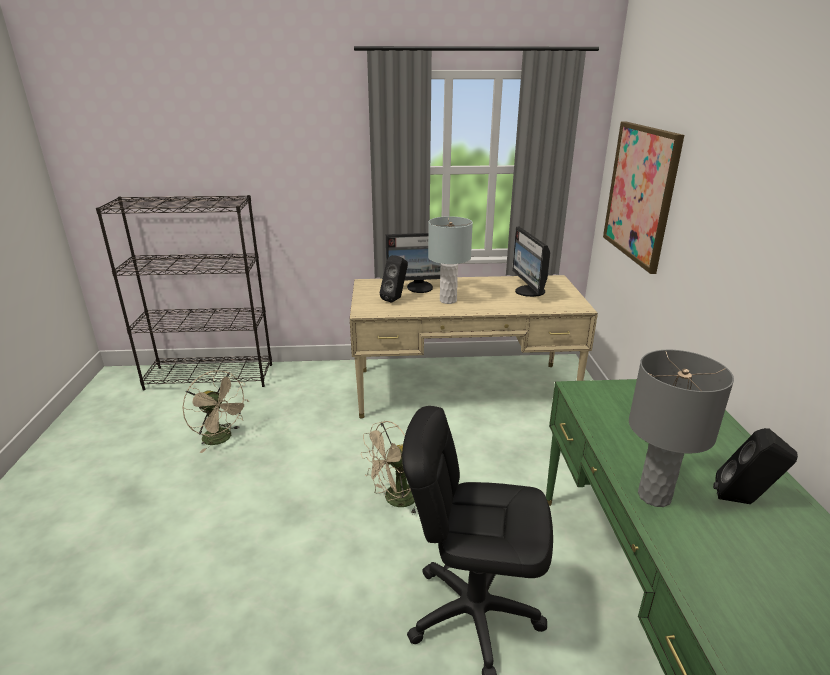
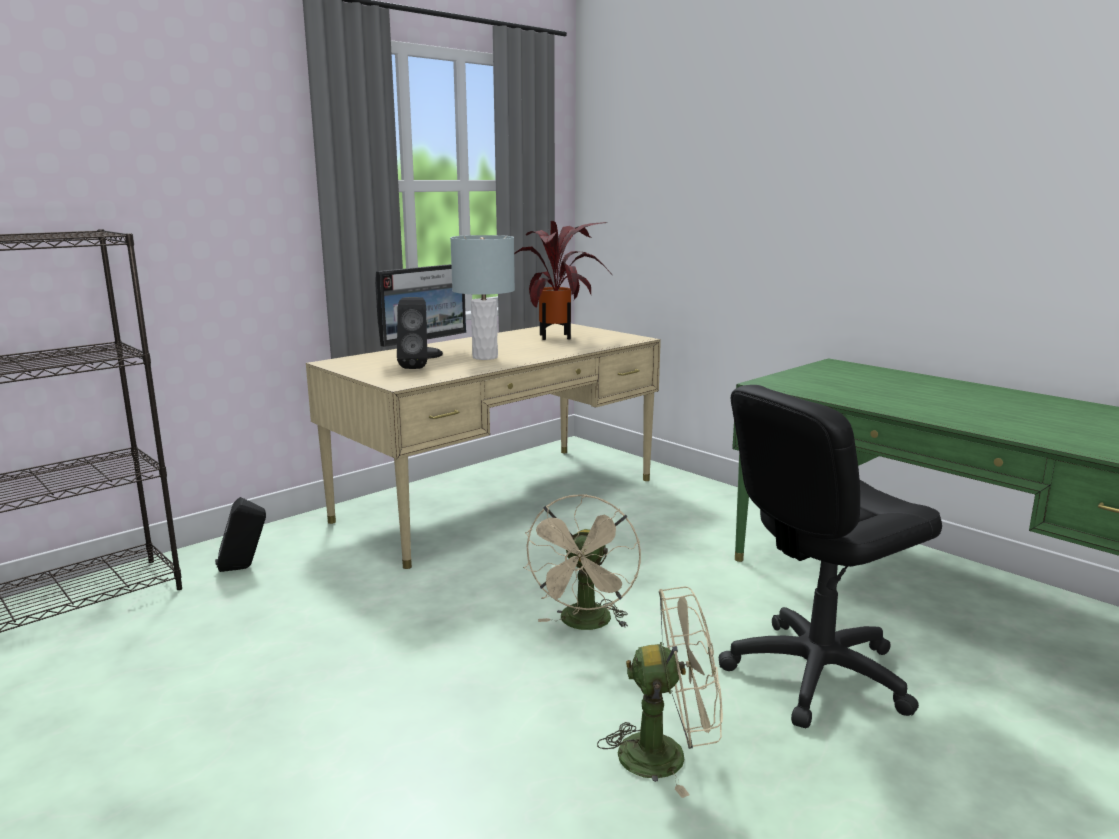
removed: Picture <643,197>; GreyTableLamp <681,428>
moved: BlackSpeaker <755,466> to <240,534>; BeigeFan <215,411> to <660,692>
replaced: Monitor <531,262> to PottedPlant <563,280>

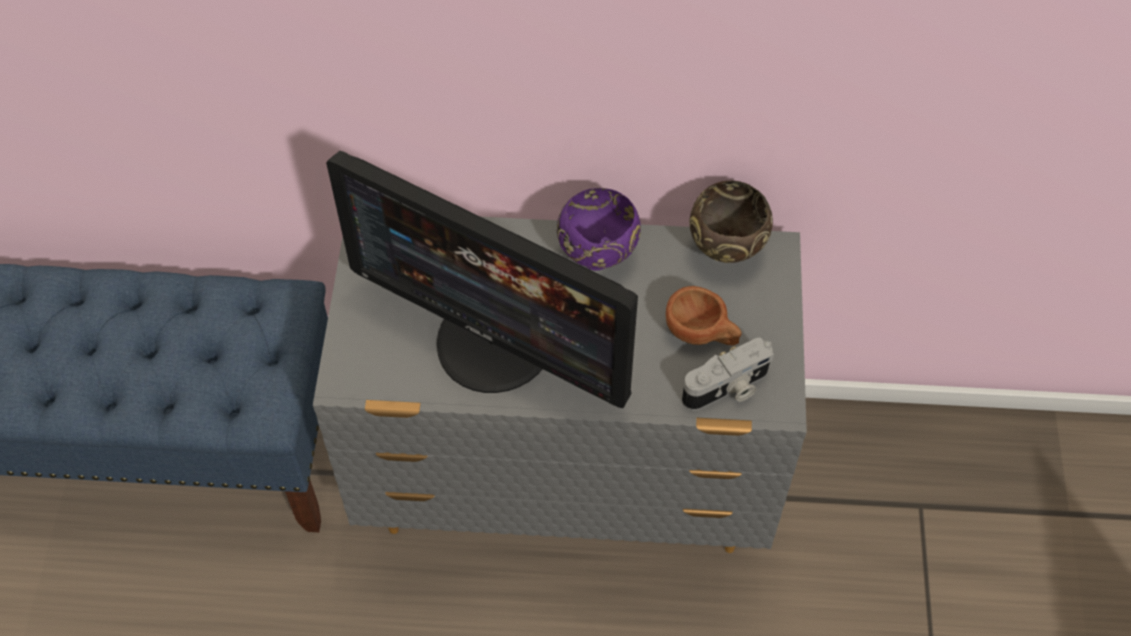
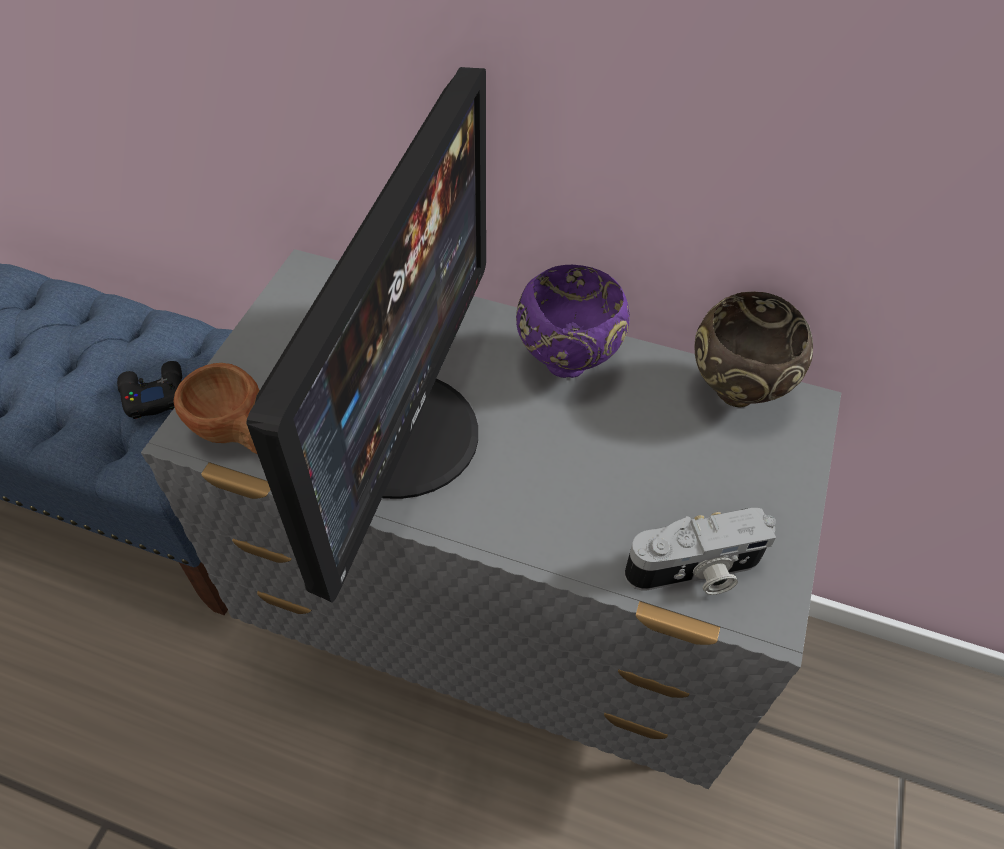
added: BlackGameController <149,390>
moved: BrownCup <704,315> to <217,408>
turned: Monitor <482,279> = <366,334> 120 degrees counterclockwise

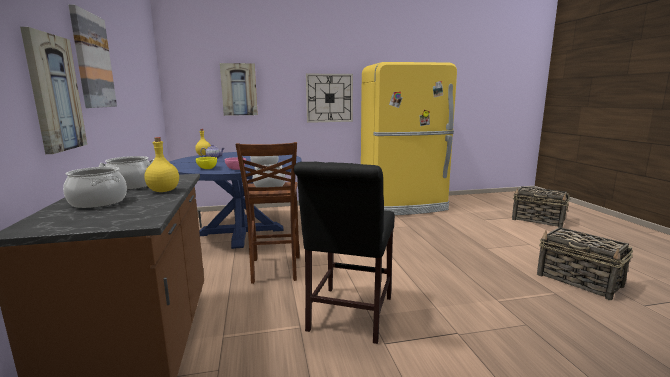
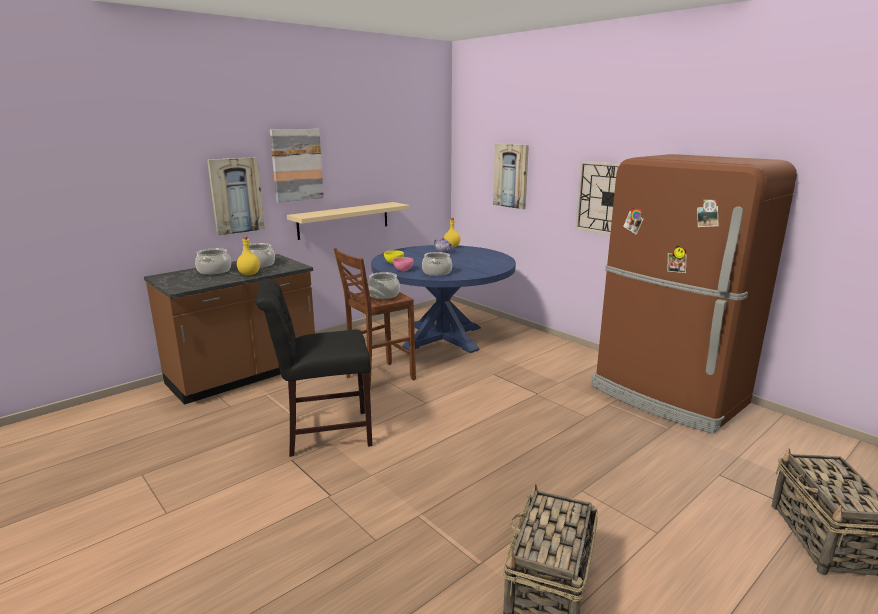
added: BeigeShelf <348,221>
recoloured: YellowFridge <409,138> to BrownFridge <694,294>

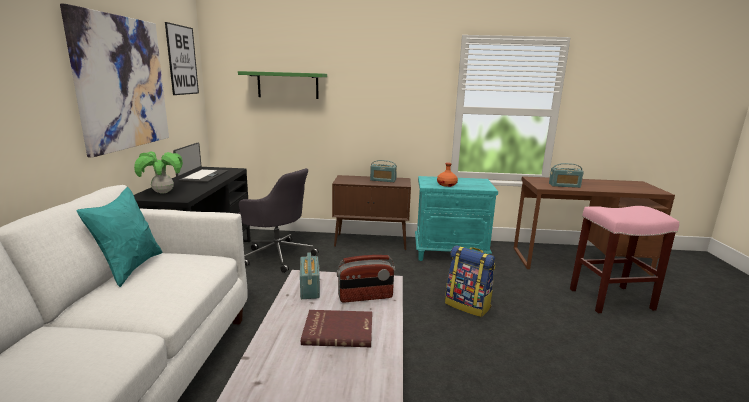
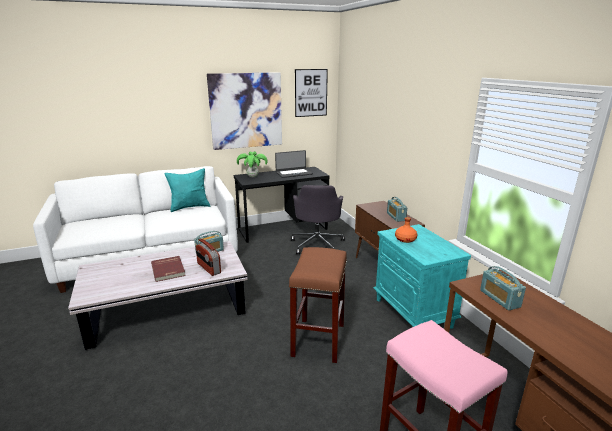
removed: GreenShelf <282,85>
replaced: Backpack <470,281> to BrownStool <318,305>

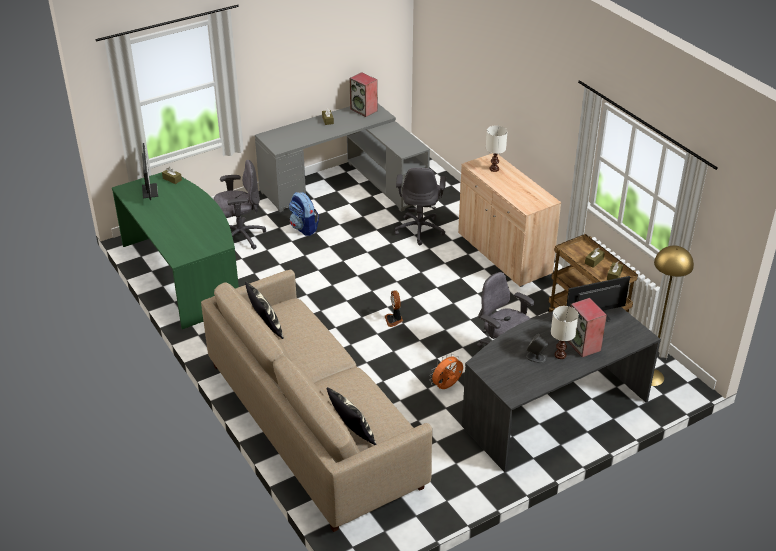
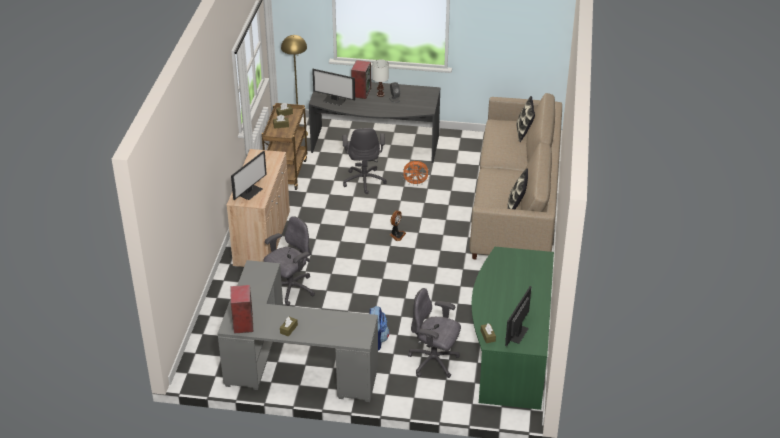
replaced: WhiteTableLamp <497,148> to Monitor <249,175>

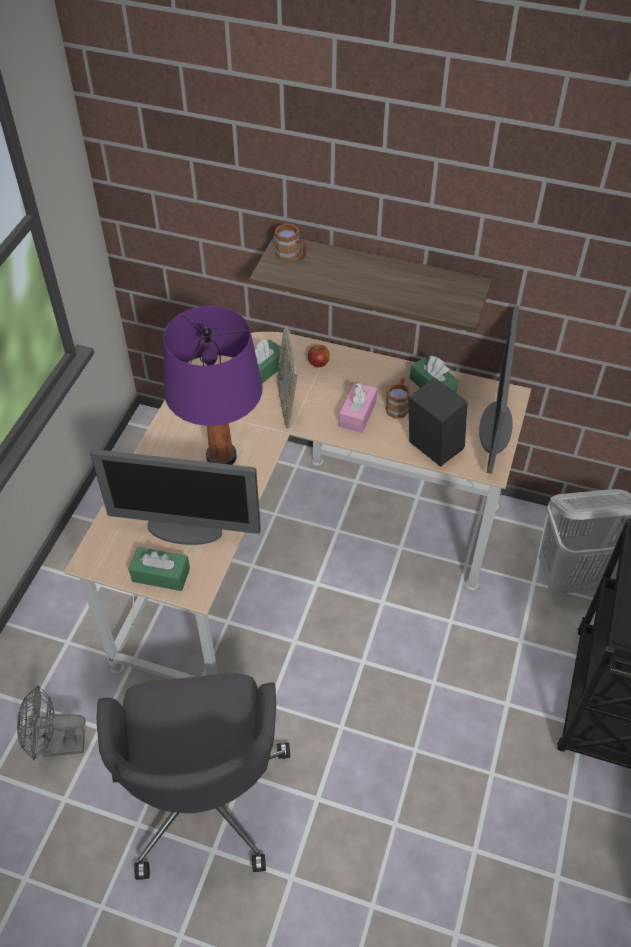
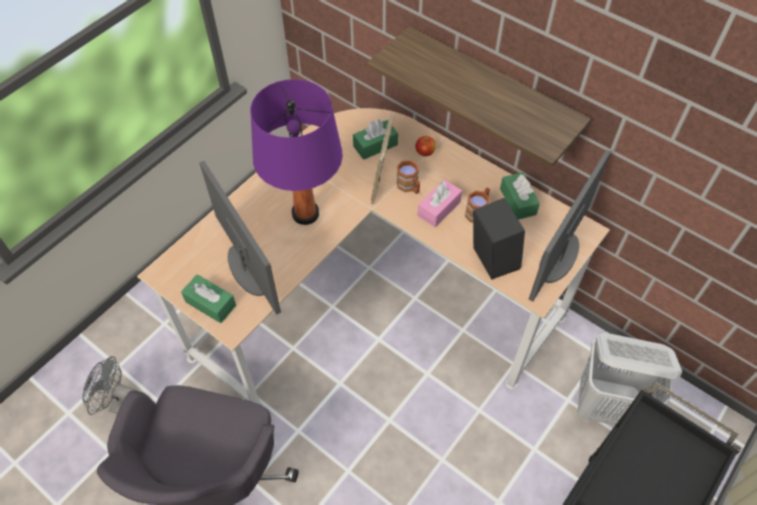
moved: BrownMug <290,242> to <408,177>
turned: Monitor <175,497> = <240,238> 150 degrees counterclockwise

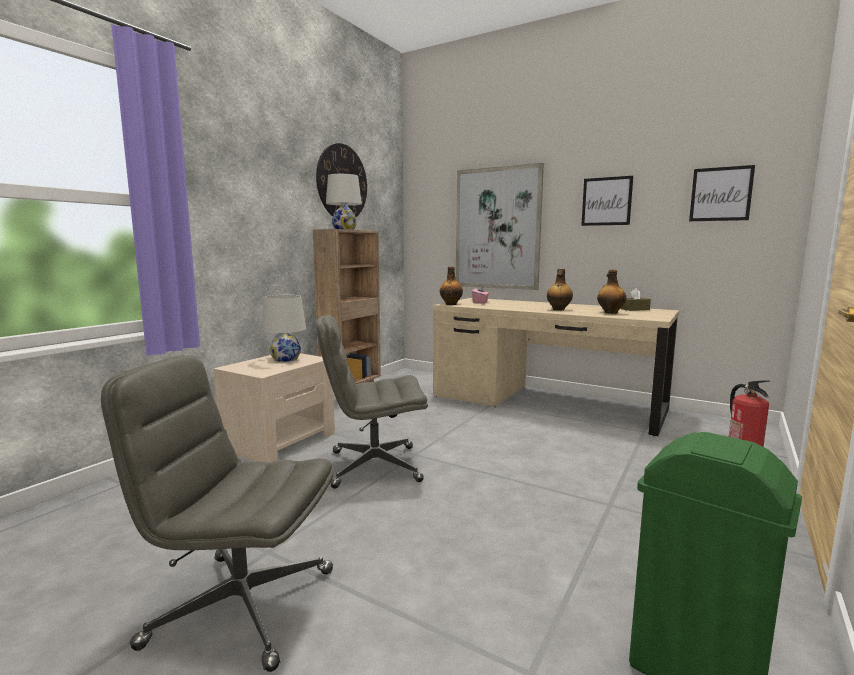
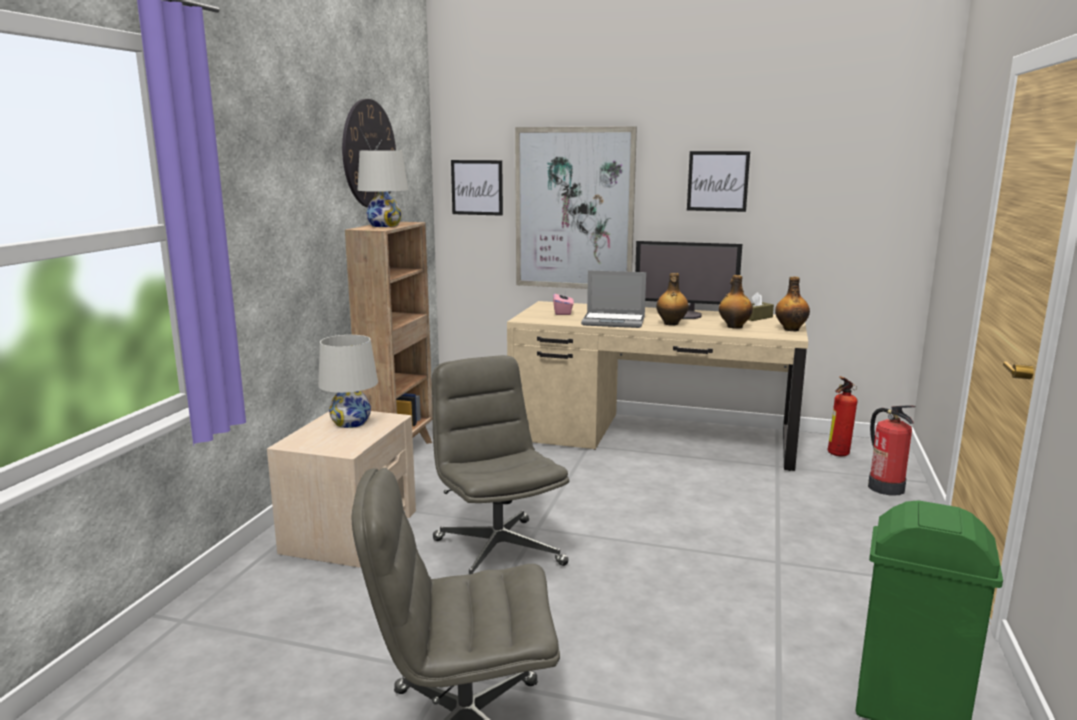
added: Laptop <613,299>; Monitor <688,280>; FireExtinguisher <842,416>
moved: Picture <722,193> to <477,188>; Bottle <451,286> to <792,304>
turned: GreyOfficeChair <372,402> = <500,464> 90 degrees clockwise

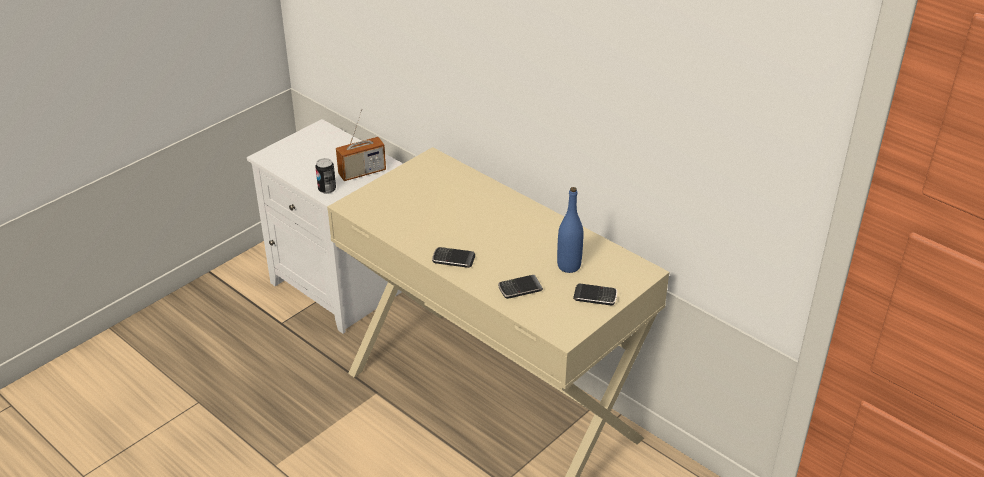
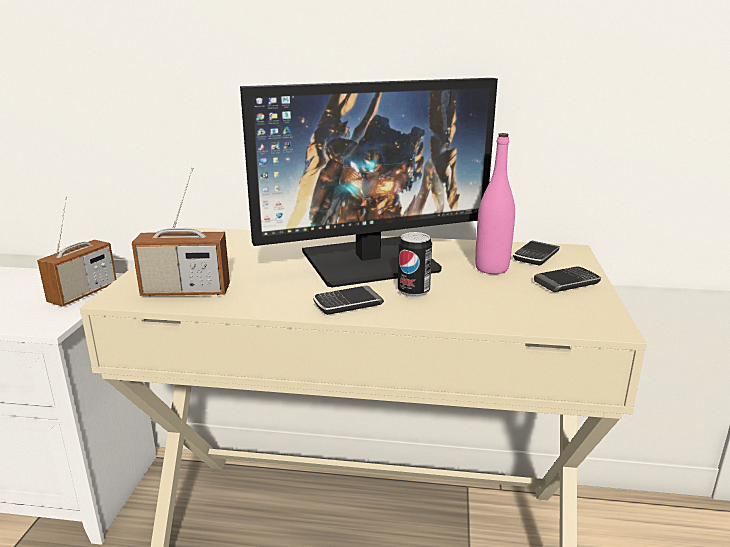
added: Radio <181,231>; Monitor <369,182>
moved: Can <325,176> to <415,264>; Phone <520,287> to <536,253>
recoloured: BlueBottle <570,230> to PinkBottle <495,203>

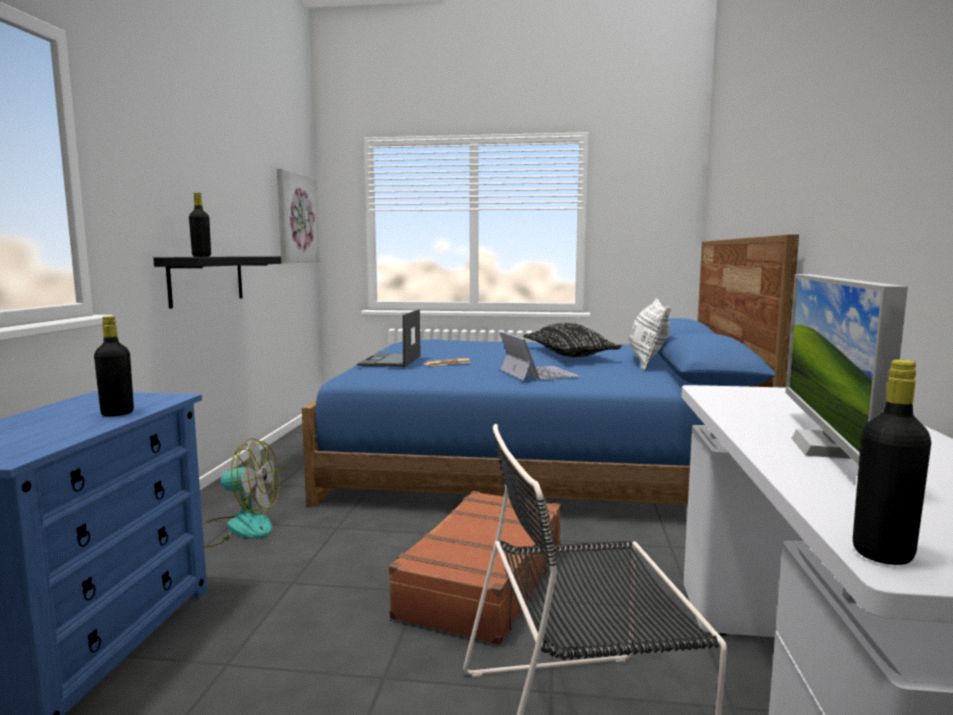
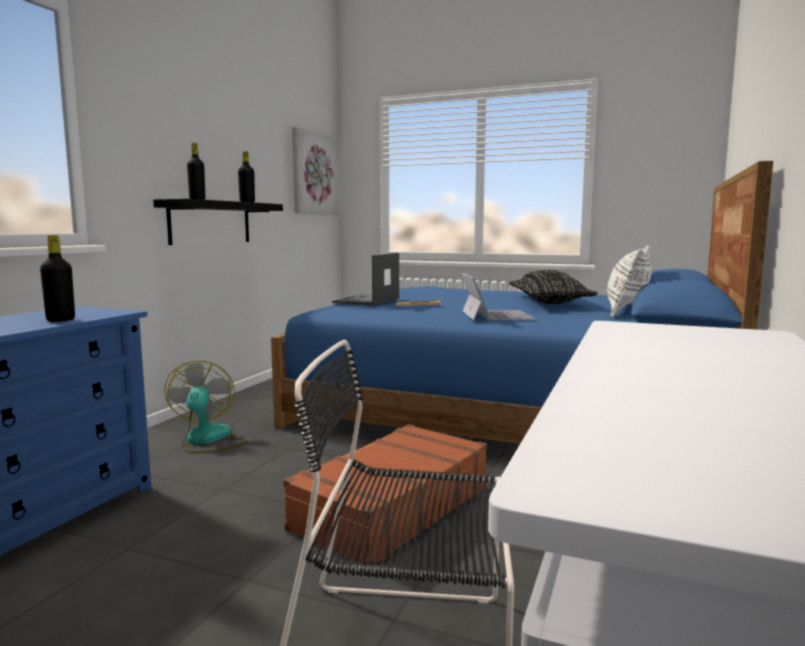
removed: Monitor <847,370>
moved: BlackBottle <892,462> to <246,176>
turned: Fan <241,492> = <206,407> 120 degrees counterclockwise

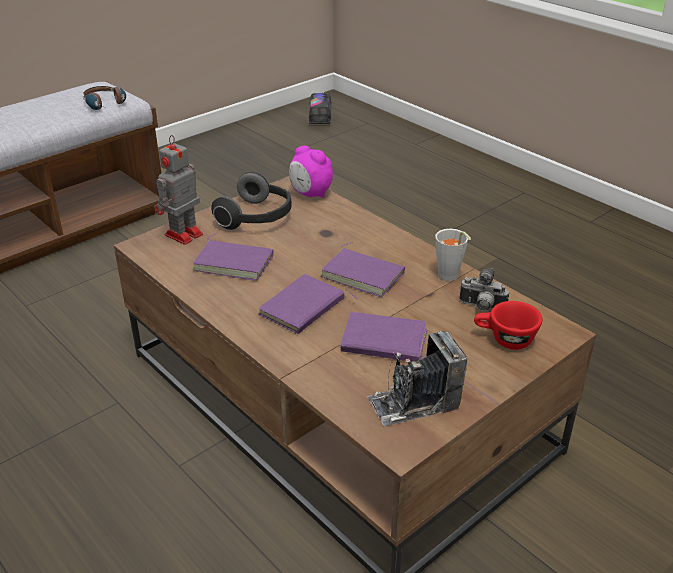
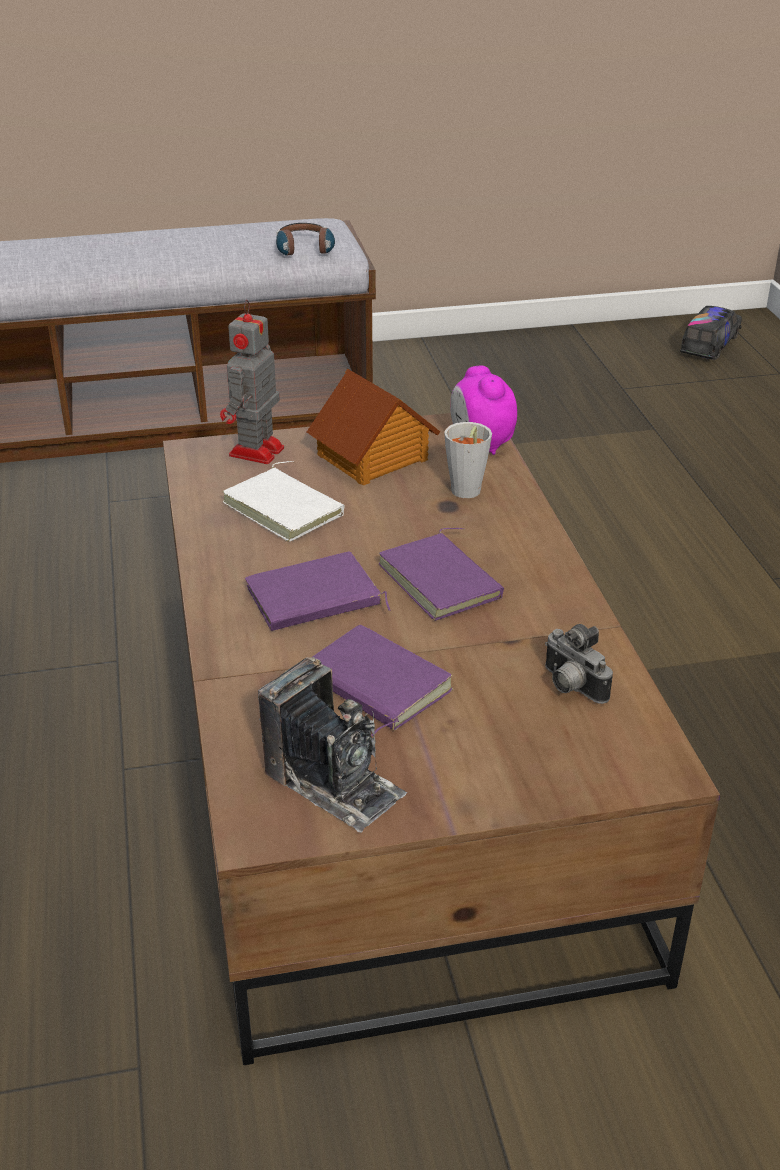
removed: RedCup <508,325>
moved: GreyCup <453,255> to <468,460>
replaced: Headphones <251,201> to ToyHouse <373,427>
recoloured: PurpleBook <232,257> to WhiteBook <284,501>
turned: ToyRobot <179,190> = <252,382> 45 degrees counterclockwise; PhotoCamera <417,378> = <332,745> 150 degrees counterclockwise

